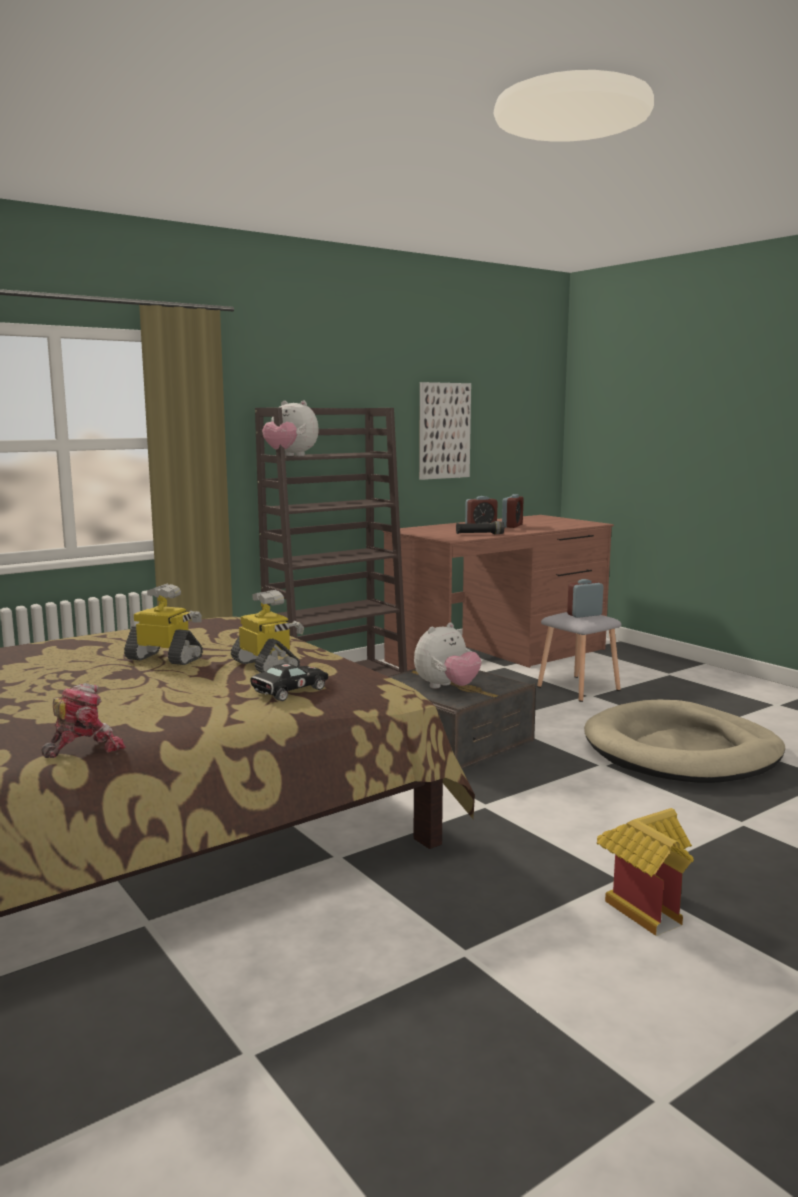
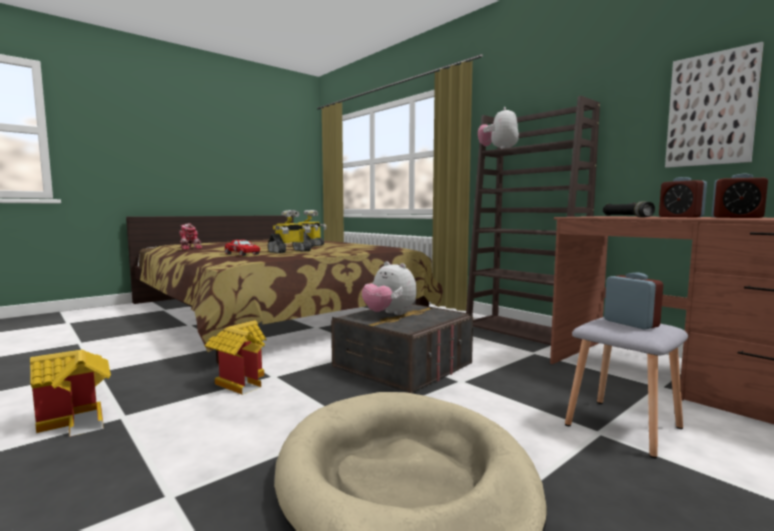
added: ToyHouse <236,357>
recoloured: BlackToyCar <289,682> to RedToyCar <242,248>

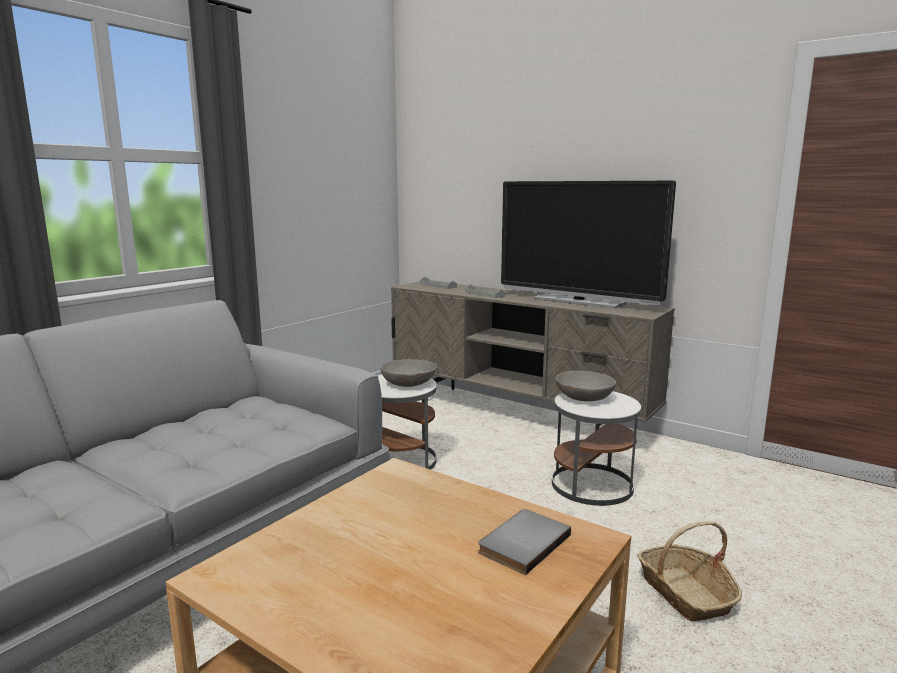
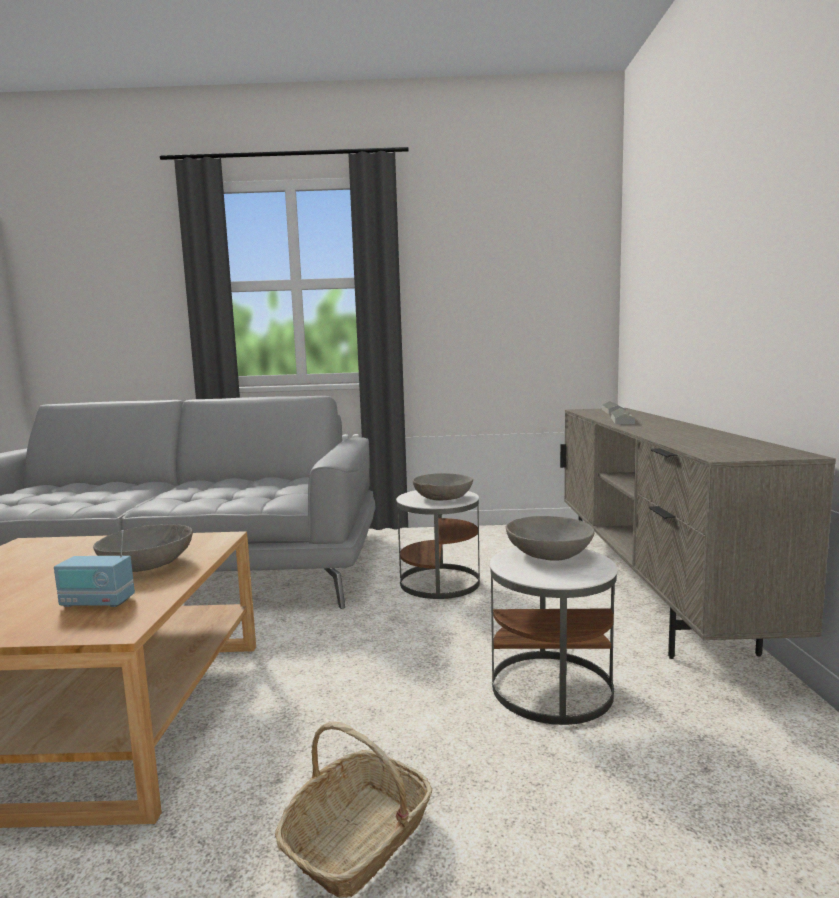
removed: Television <588,245>
added: GreyBowl <143,548>
replaced: GreyBook <524,542> to Radio <94,568>

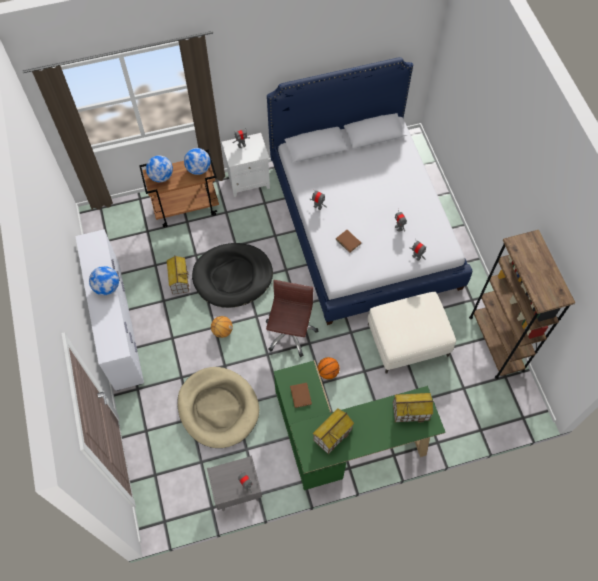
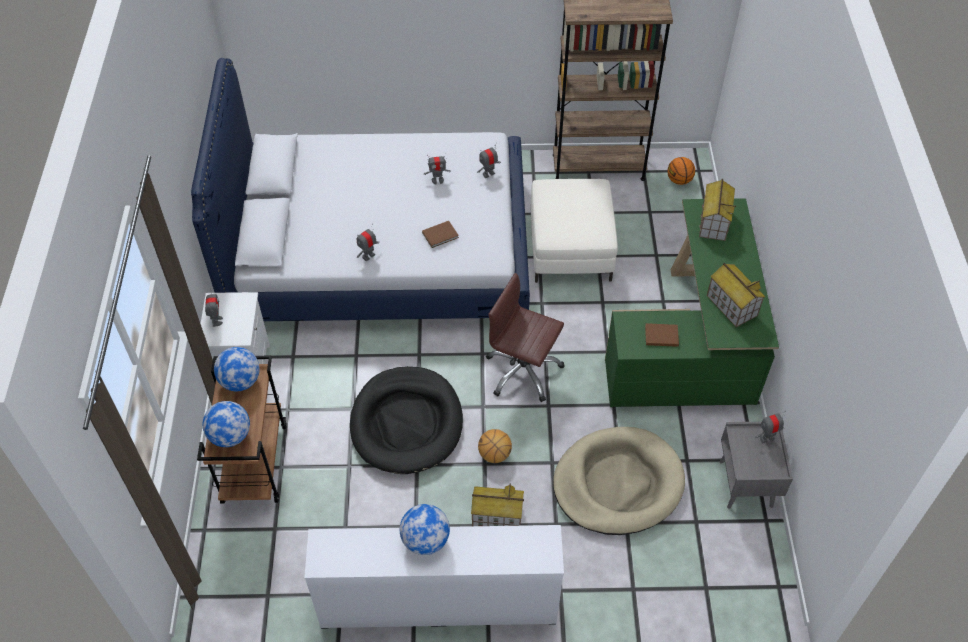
moved: ToyHouse <178,275> to <497,504>; Basketball <329,368> to <681,171>

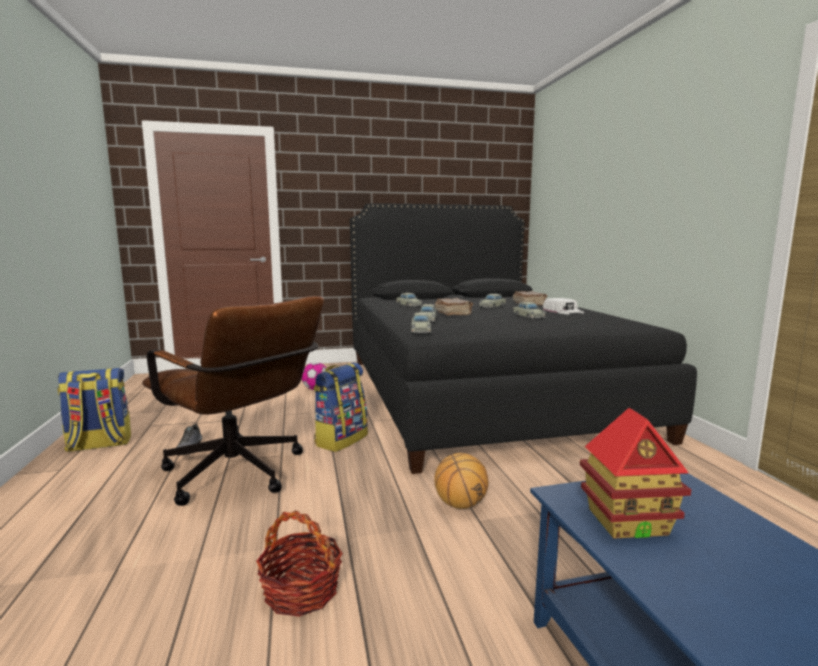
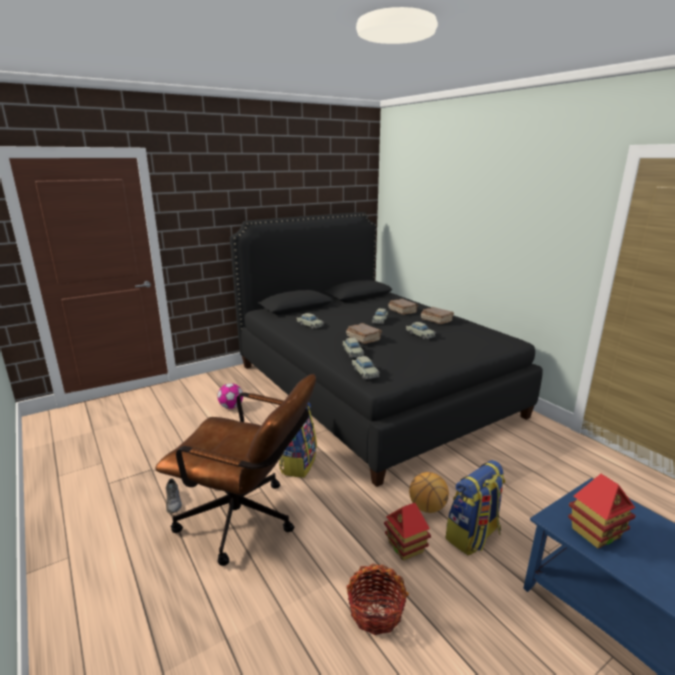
added: ToyHouse <407,532>
moved: Backpack <94,410> to <475,508>
replaced: WhiteCap <563,306> to BrownBook <437,315>

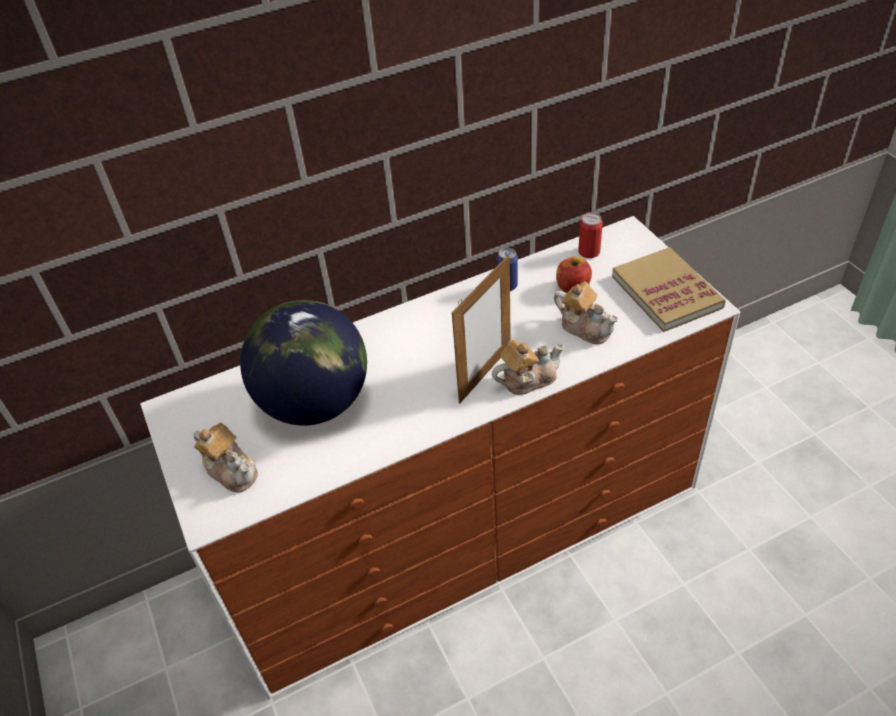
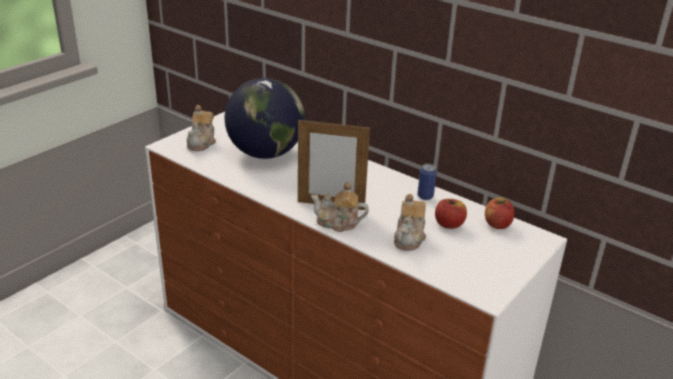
removed: Book <669,289>
replaced: Can <590,235> to Apple <500,213>
turned: Teapot <528,367> = <340,207> 150 degrees clockwise

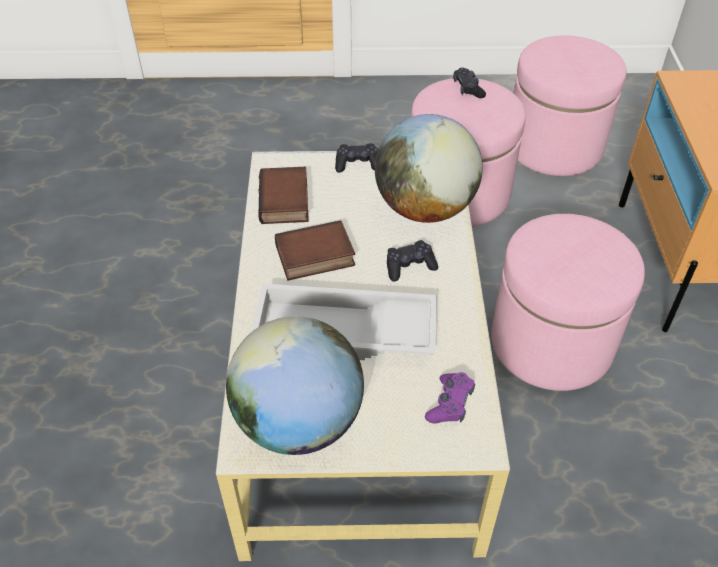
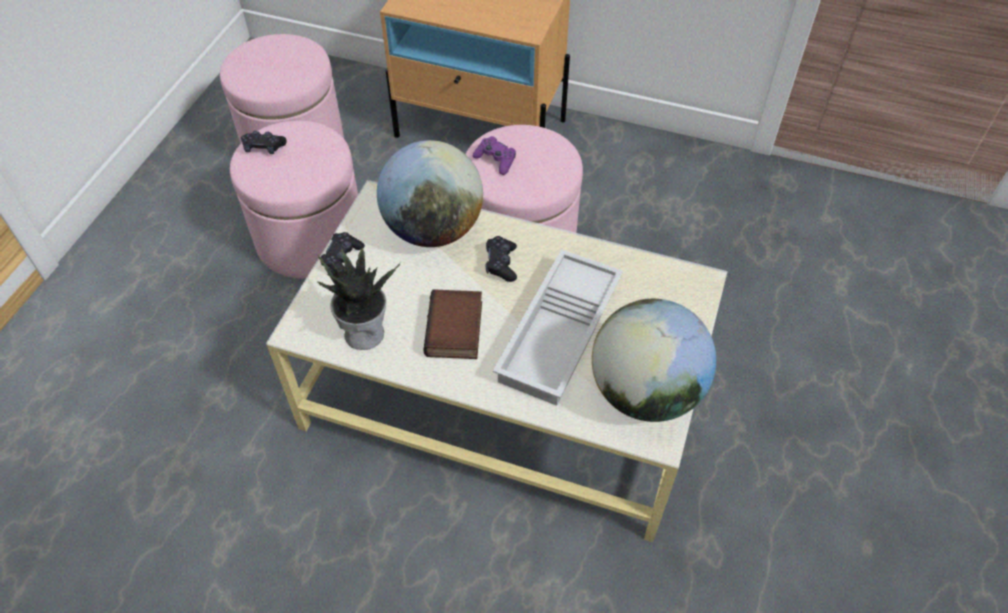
moved: PurpleGameController <450,397> to <494,155>
replaced: Book <283,195> to PottedPlant <358,298>

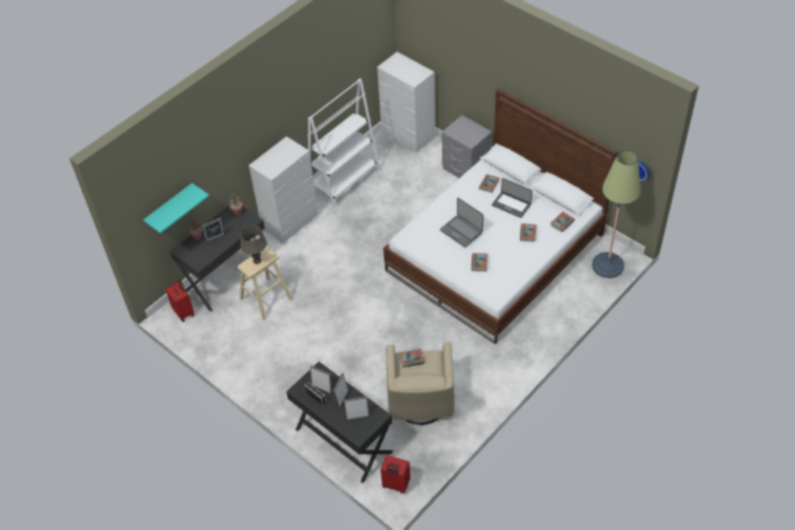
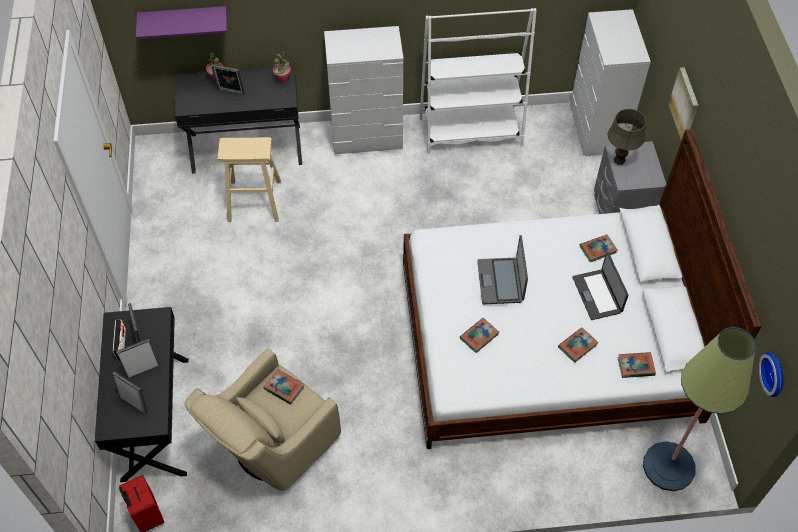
removed: RedSuitcase <180,301>
added: Picture <683,104>
moved: GreyTableLamp <253,244> to <626,137>
recoloured: TurquoiseShelf <176,208> to PurpleShelf <181,22>

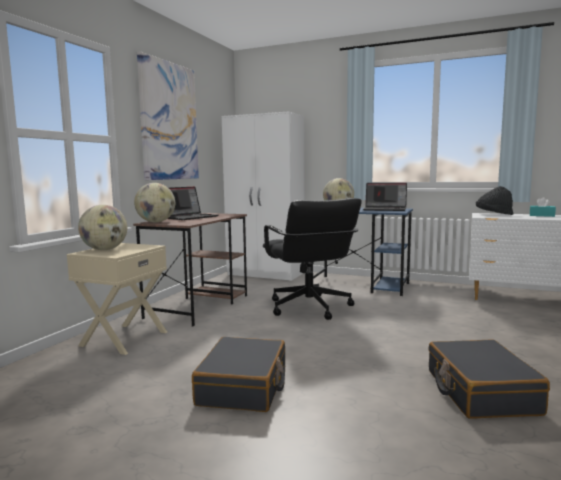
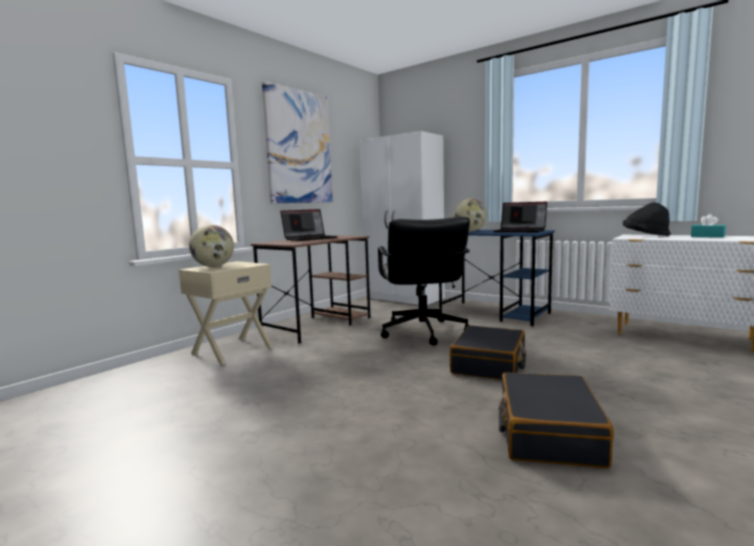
removed: Globe <154,202>
moved: BlackSuitcase <238,374> to <488,352>

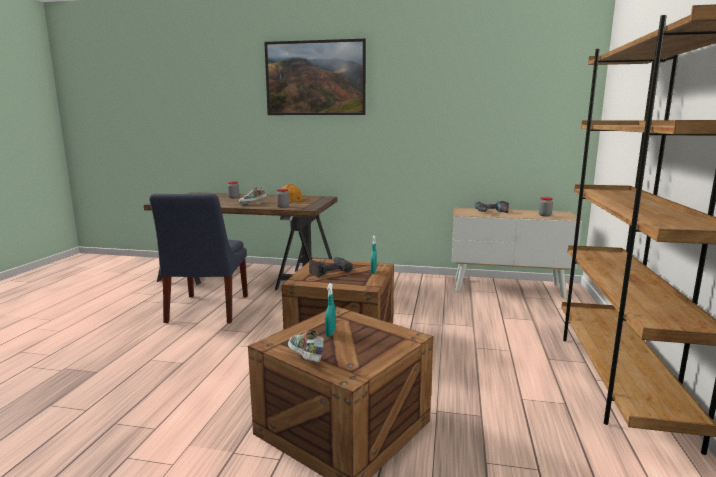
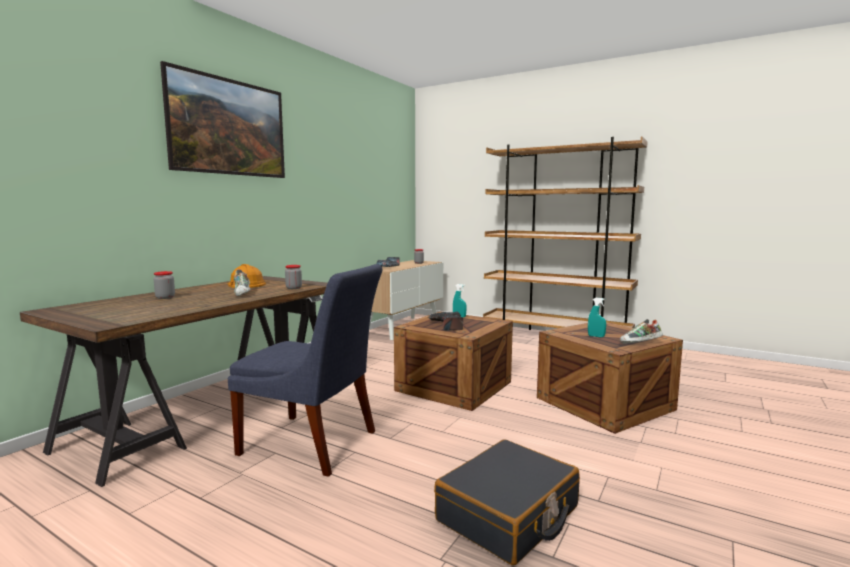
added: BlackSuitcase <507,502>

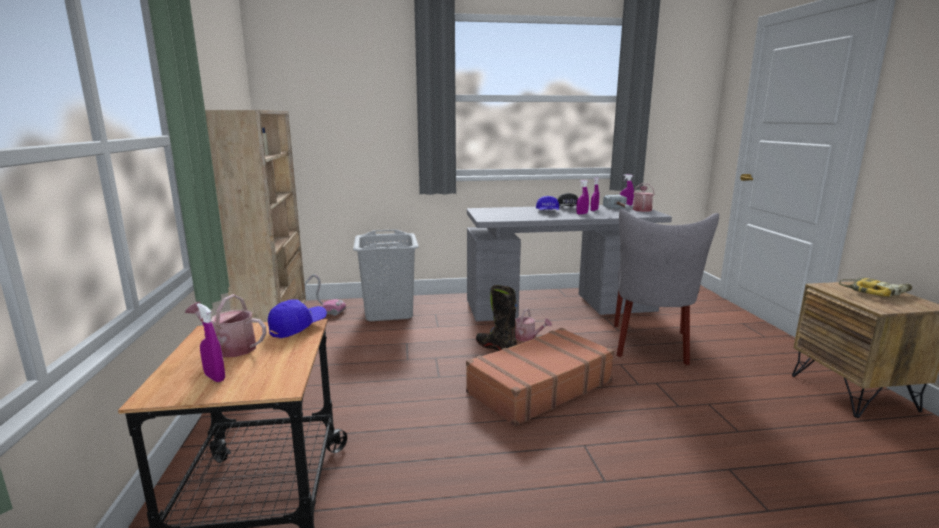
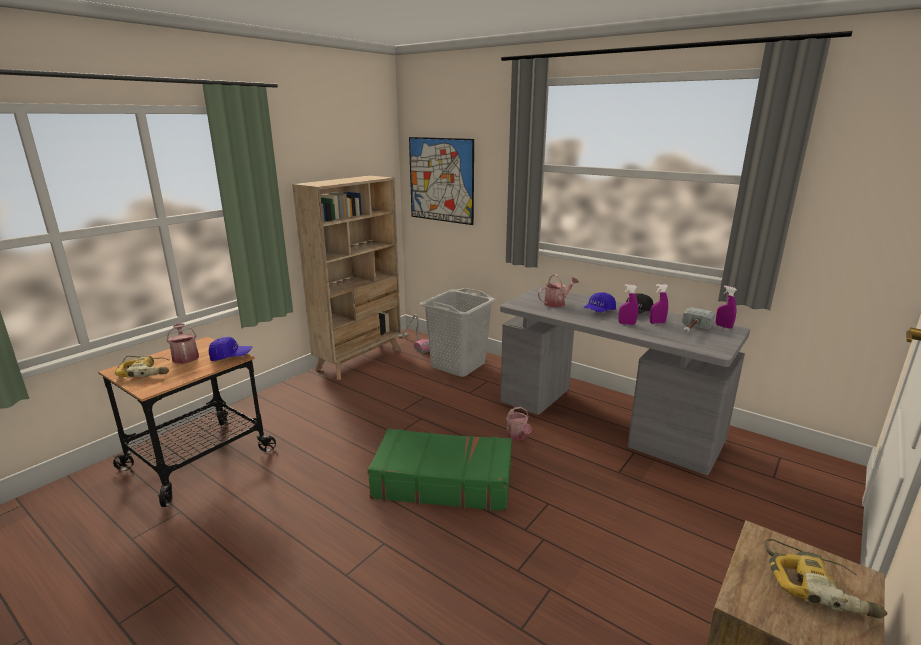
removed: BlackBoot <496,318>; GreyChair <666,287>
added: Picture <441,181>
moved: WateringCan <644,197> to <558,291>
replaced: PurpleSprayBottle <211,342> to PowerDrill <142,367>
recoloured: BrownSuitcase <540,377> to GreenSuitcase <440,470>

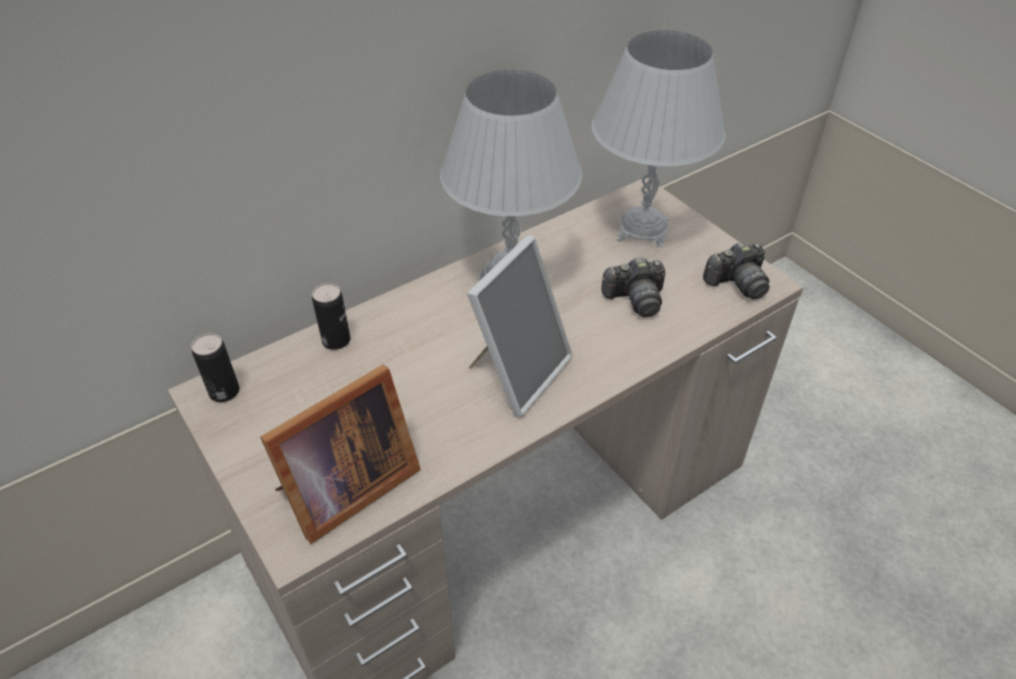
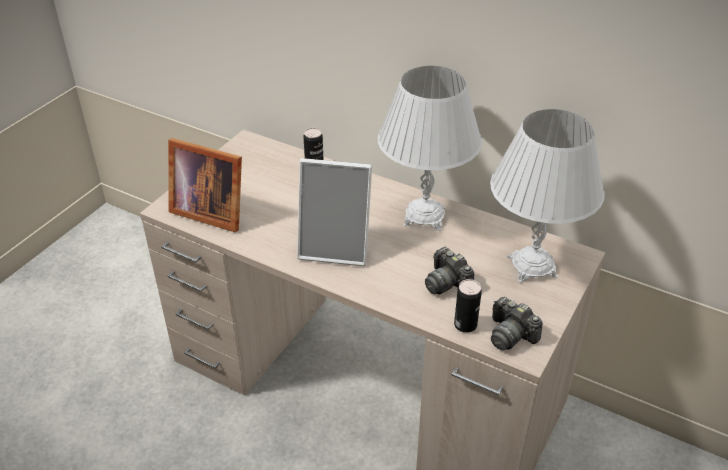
moved: Can <215,367> to <468,306>

